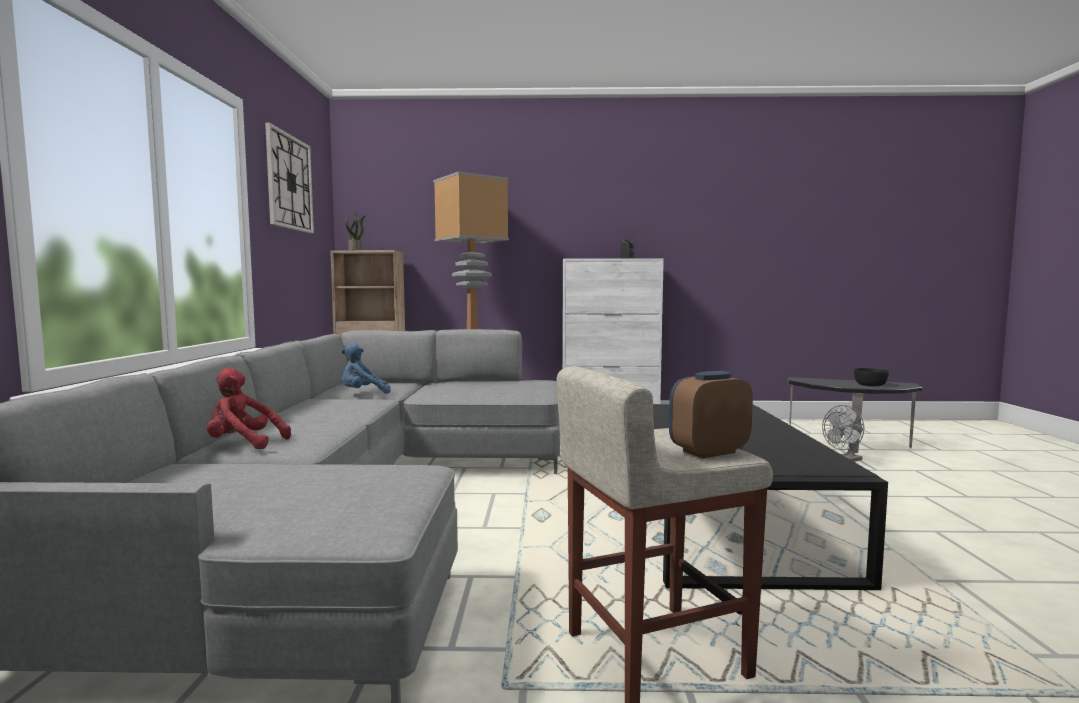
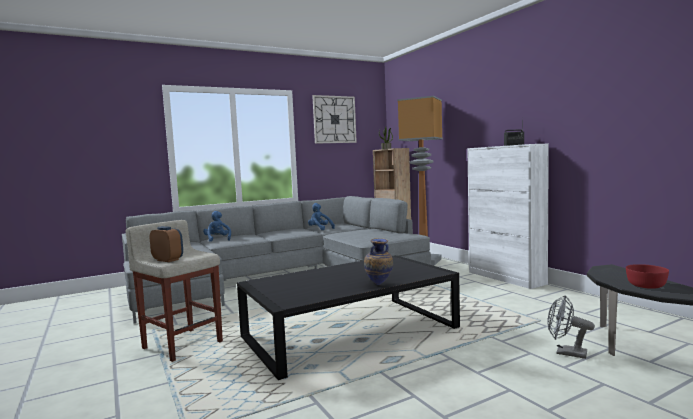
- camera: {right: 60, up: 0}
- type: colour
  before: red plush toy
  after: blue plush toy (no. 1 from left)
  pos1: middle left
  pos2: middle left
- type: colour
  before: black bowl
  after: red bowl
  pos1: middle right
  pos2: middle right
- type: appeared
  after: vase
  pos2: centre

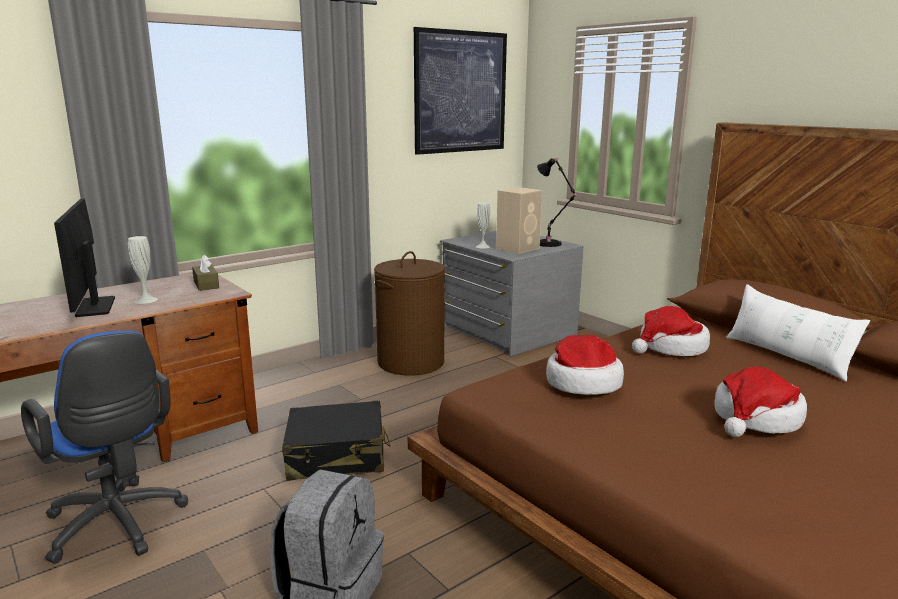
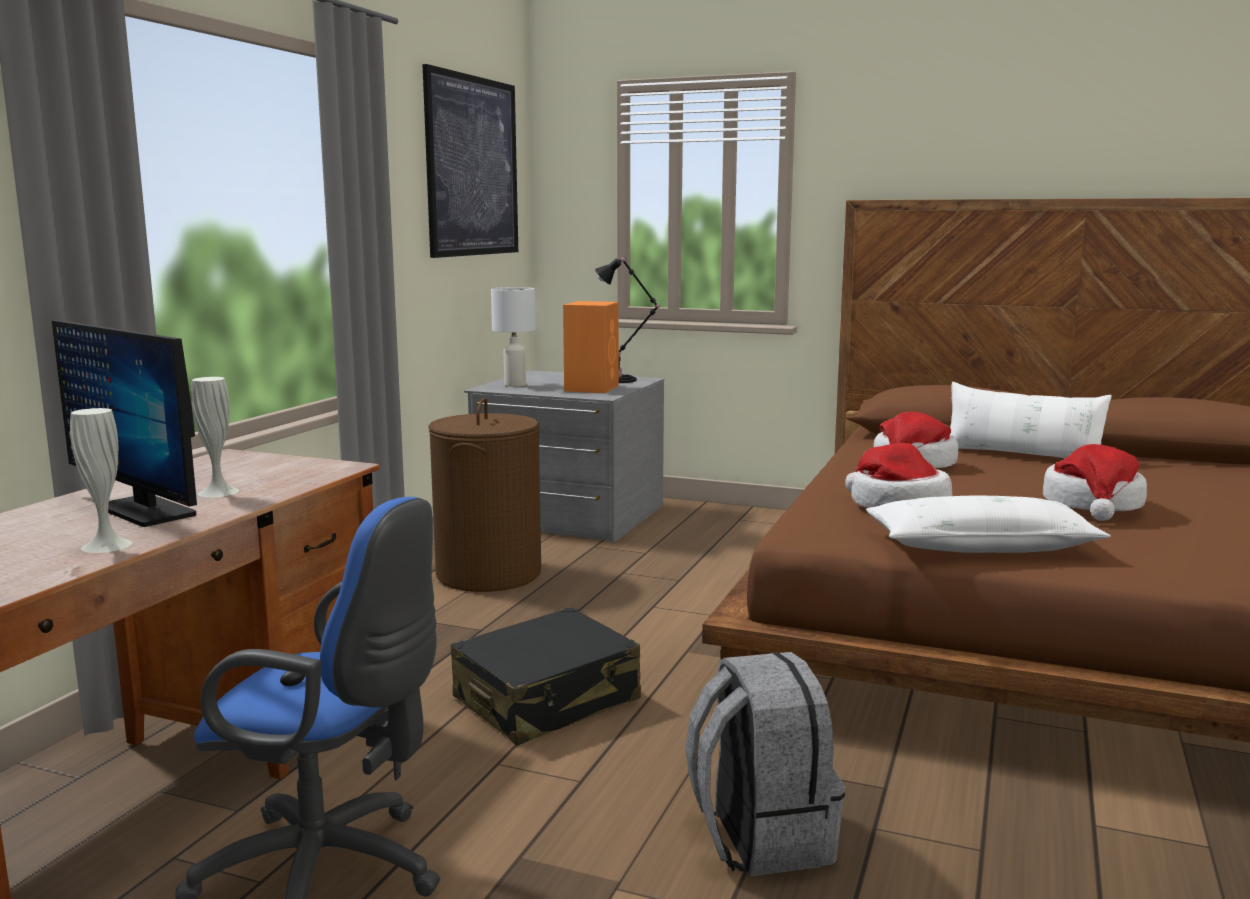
- camera: {right: -30, up: -5}
- type: missing
  before: brown tissue box
  pos1: middle left
- type: relocated
  before: white vase (no. 2 from left in the first image)
  after: white vase (no. 1 from left)
  pos1: centre
  pos2: middle left
- type: colour
  before: beige speaker
  after: orange speaker
  pos1: centre
  pos2: centre
- type: appeared
  after: white table lamp
  pos2: centre
- type: appeared
  after: white pillow (no. 1 from left)
  pos2: middle right

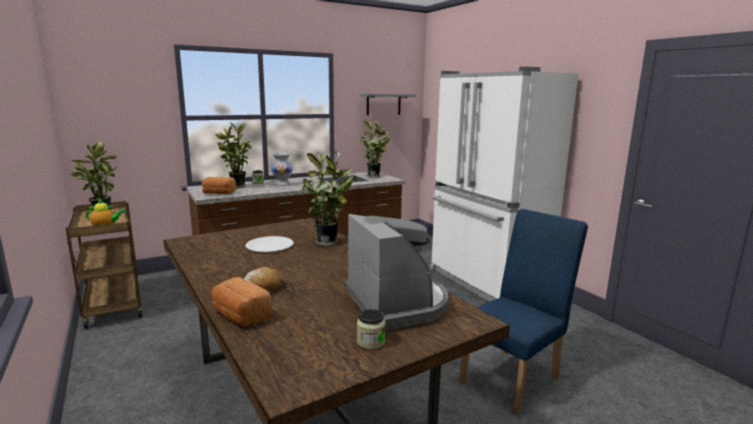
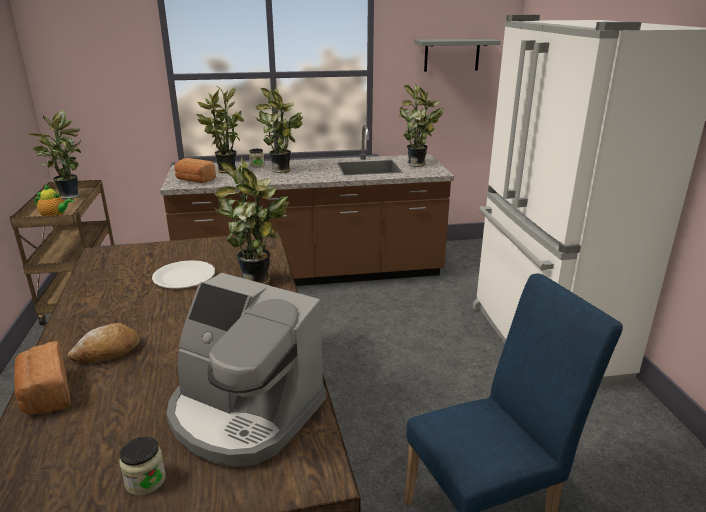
- camera: {right: 20, up: 10}
- type: exchanged
  before: white vase
  after: potted plant (no. 4 from left)
  pos1: centre
  pos2: top centre
- type: spun
  before: coffee machine
  pos1: centre
  pos2: bottom centre
  turn: 120

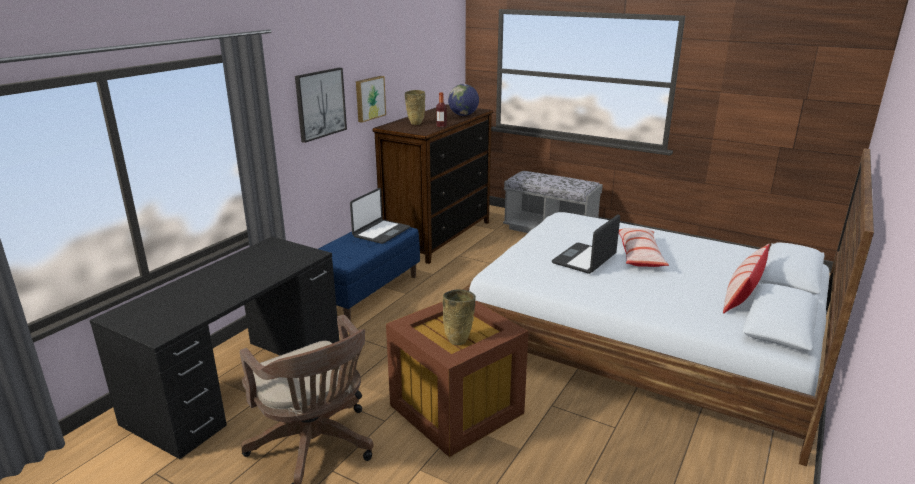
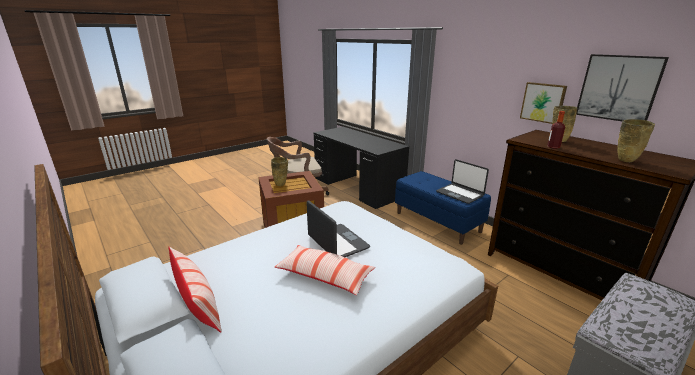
- camera: {right: 110, up: 0}
- type: relocated
  before: picture (no. 1 from left in the first image)
  after: picture (no. 2 from left)
  pos1: top centre
  pos2: top right
- type: exchanged
  before: globe
  after: beige vase (no. 3 from left)
  pos1: top centre
  pos2: middle right

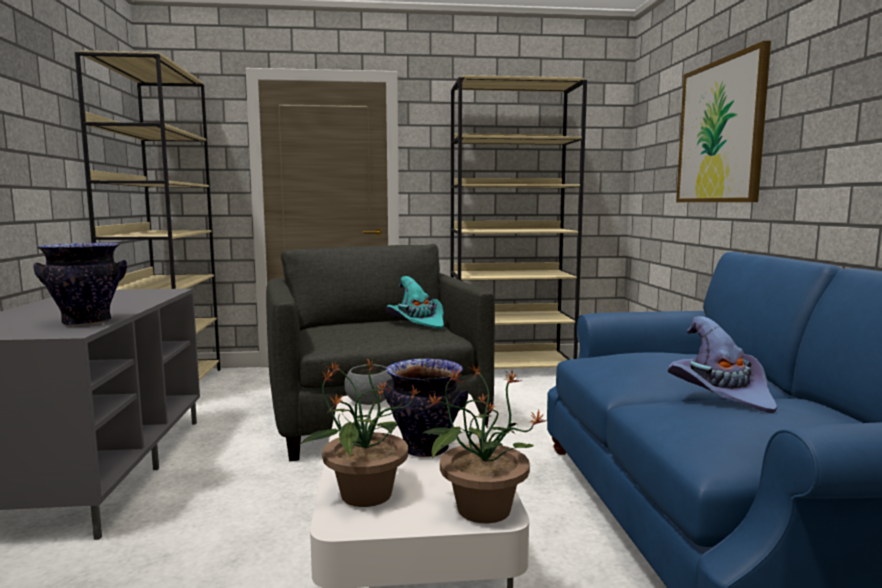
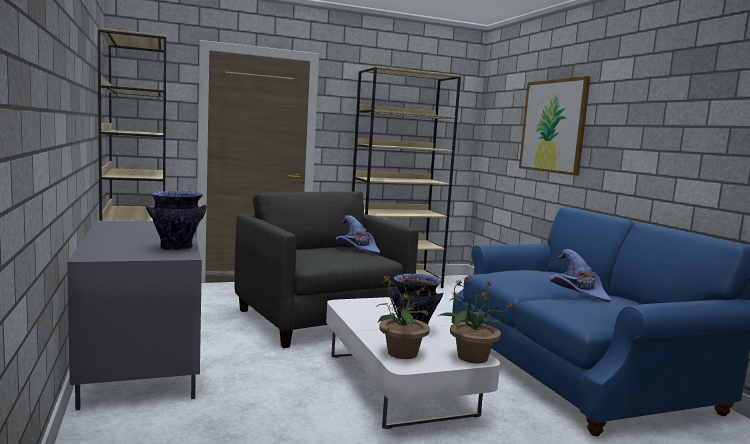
- camera: {right: -15, up: 0}
- type: missing
  before: grey bowl
  pos1: centre
- type: colour
  before: turquoise hat
  after: purple hat (no. 1 from left)
  pos1: centre
  pos2: centre

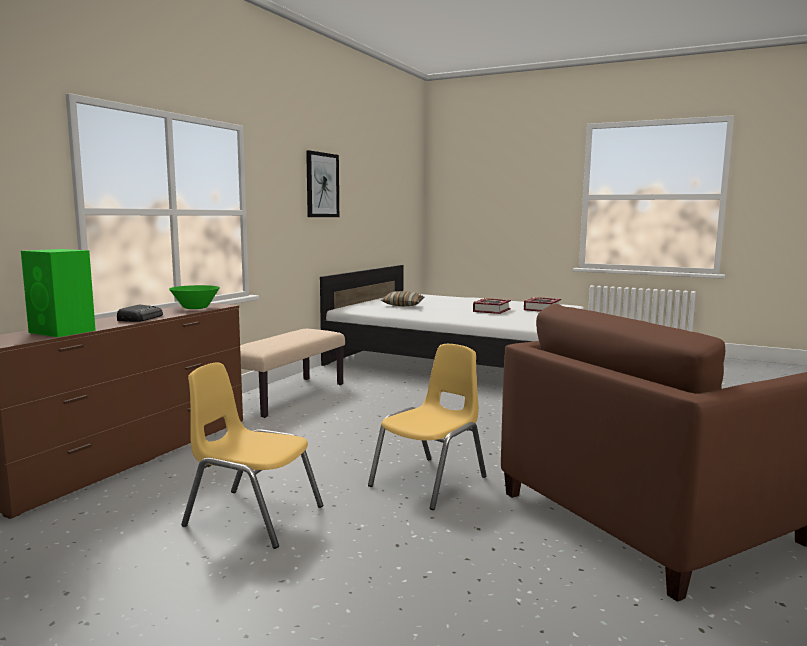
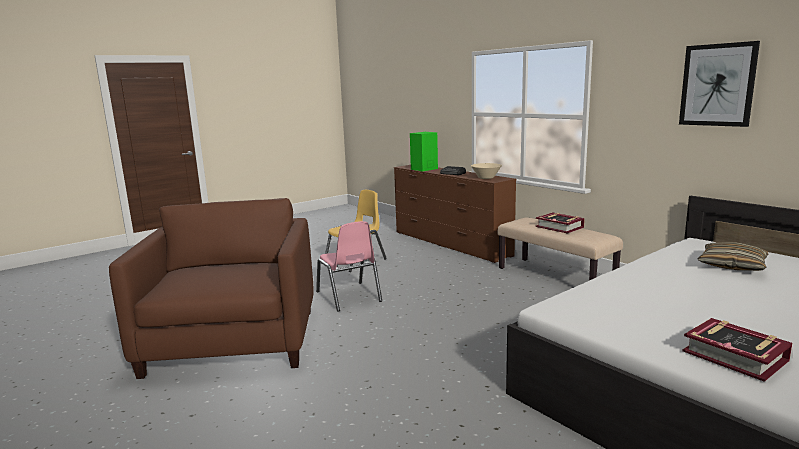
- camera: {right: 115, up: 5}
- type: colour
  before: green bowl
  after: beige bowl
  pos1: middle left
  pos2: centre
- type: colour
  before: yellow chair (no. 2 from left)
  after: pink chair
  pos1: centre
  pos2: centre
- type: relocated
  before: book (no. 1 from left)
  pos1: centre
  pos2: middle right

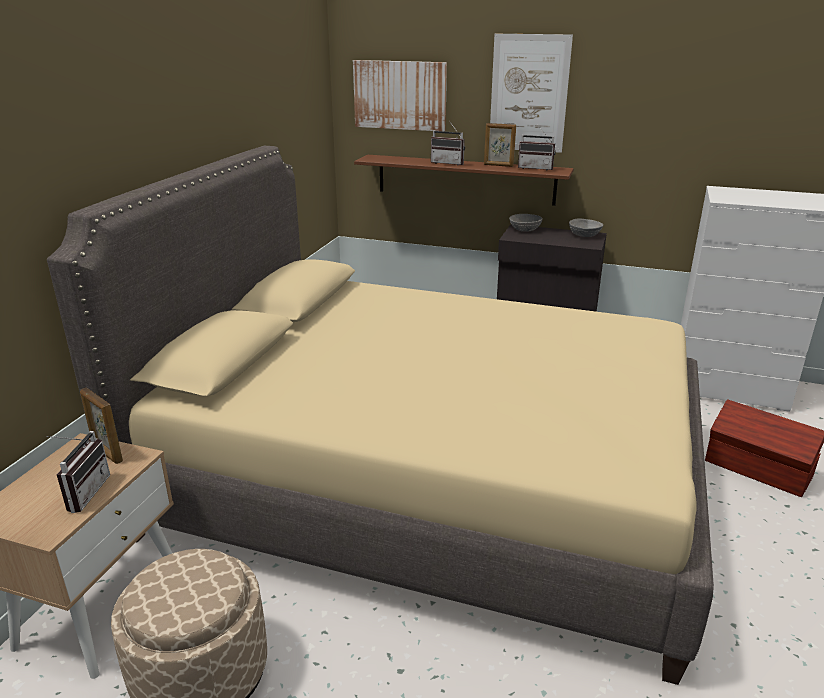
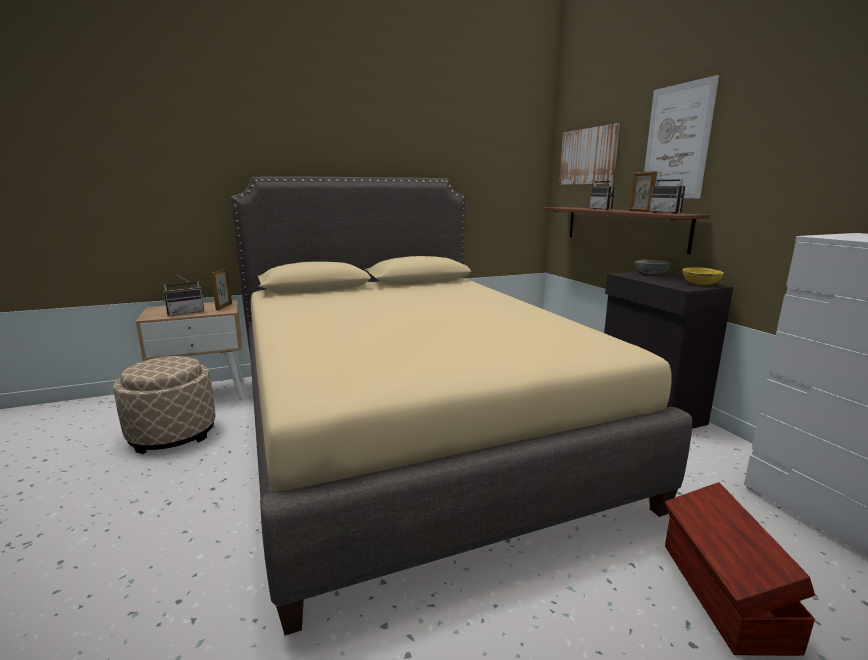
- camera: {right: 50, up: -10}
- type: colour
  before: grey bowl (no. 2 from left)
  after: yellow bowl
  pos1: top right
  pos2: middle right

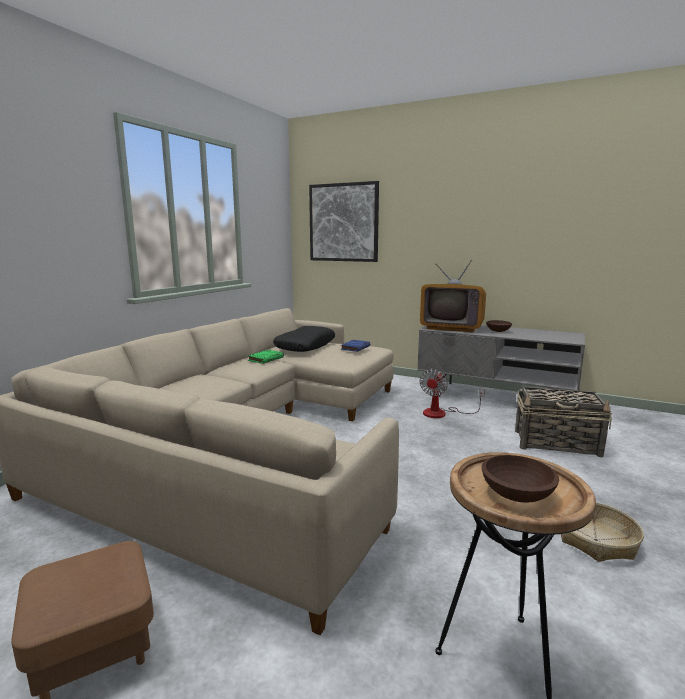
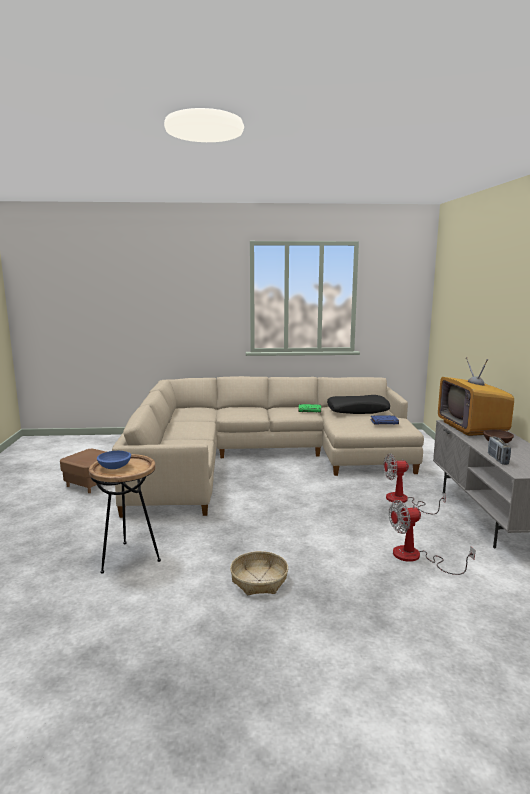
- camera: {right: 60, up: 0}
- type: missing
  before: picture
  pos1: top centre
- type: colour
  before: brown bowl (no. 2 from left)
  after: blue bowl
  pos1: bottom right
  pos2: middle left
- type: exchanged
  before: basket (no. 1 from left)
  after: fan (no. 2 from left)
  pos1: middle right
  pos2: bottom right
- type: appeared
  after: radio
  pos2: middle right

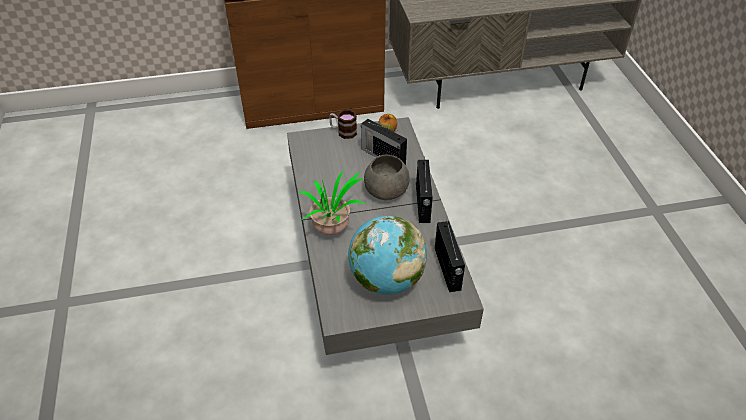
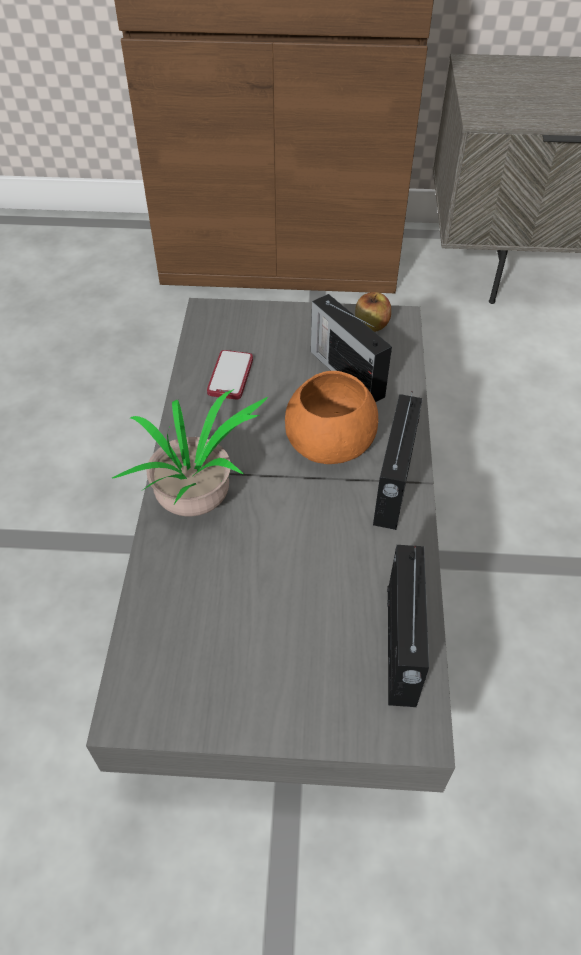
- camera: {right: 15, up: 5}
- type: missing
  before: mug
  pos1: top centre
- type: missing
  before: globe
  pos1: centre
- type: colour
  before: grey bowl
  after: orange bowl
  pos1: centre
  pos2: centre
- type: appeared
  after: phone
  pos2: centre

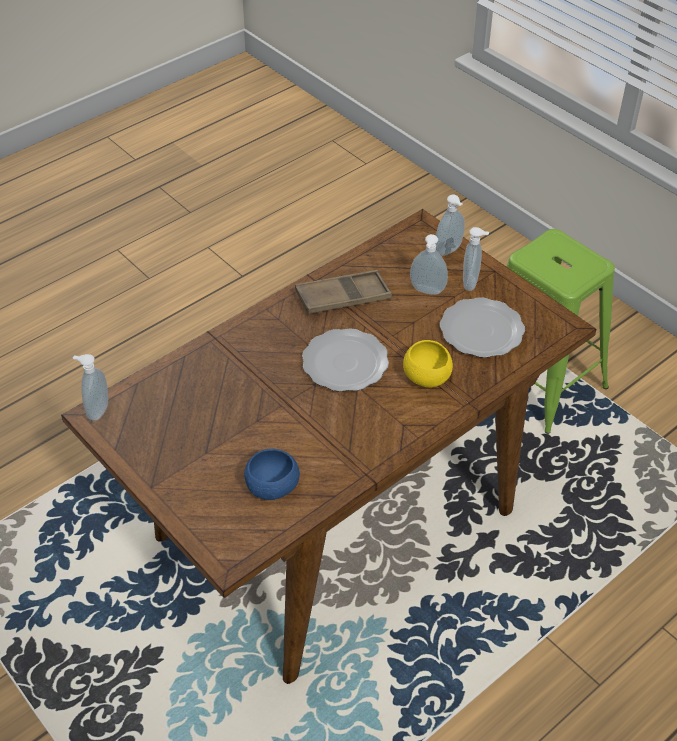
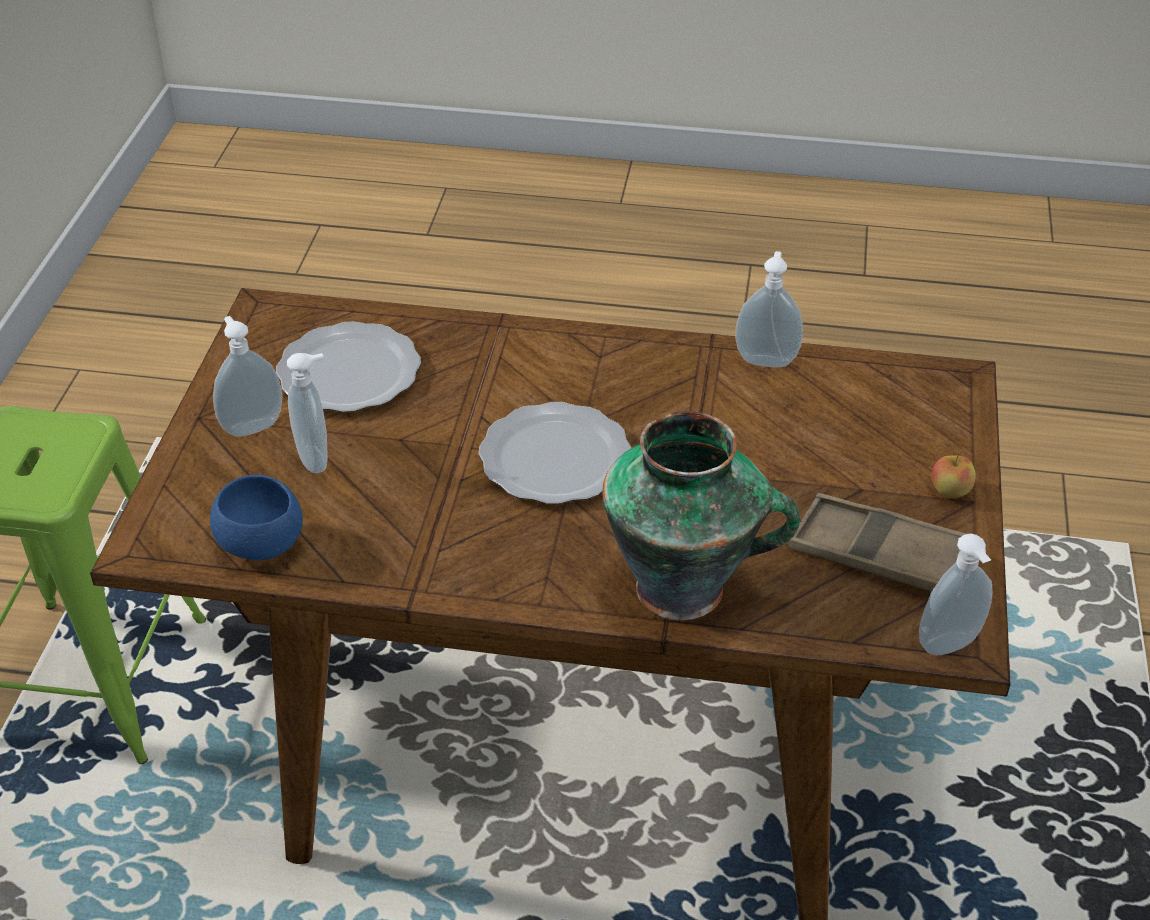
- camera: {right: -130, up: -5}
- type: relocated
  before: blue bowl
  pos1: centre
  pos2: middle left
- type: relocated
  before: brown tray
  pos1: centre
  pos2: middle right
- type: missing
  before: yellow bowl
  pos1: centre
- type: relocated
  before: soap dispenser (no. 3 from left)
  pos1: top centre
  pos2: middle right
- type: appeared
  after: vase
  pos2: centre
- type: appeared
  after: apple
  pos2: middle right

